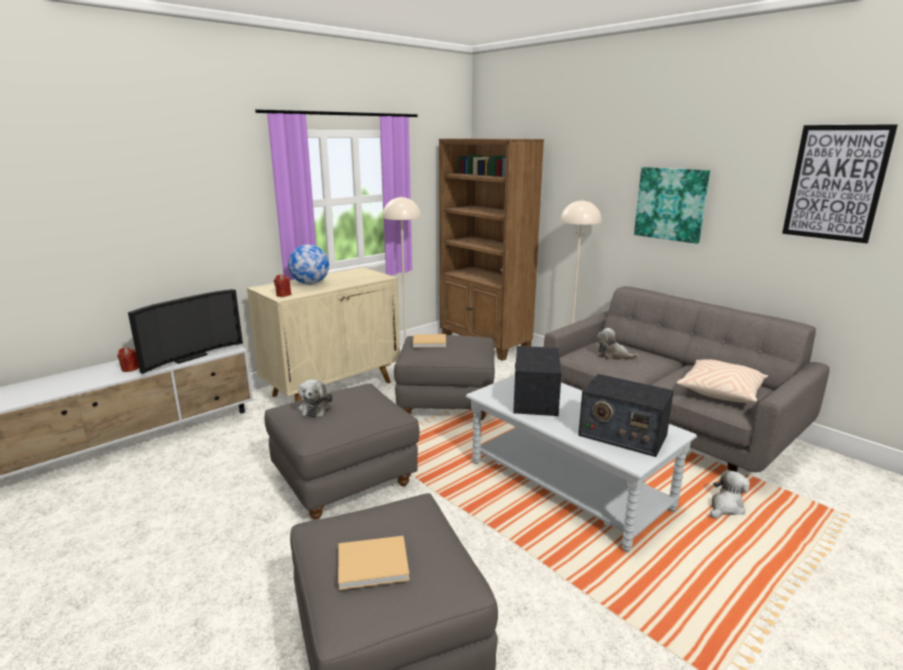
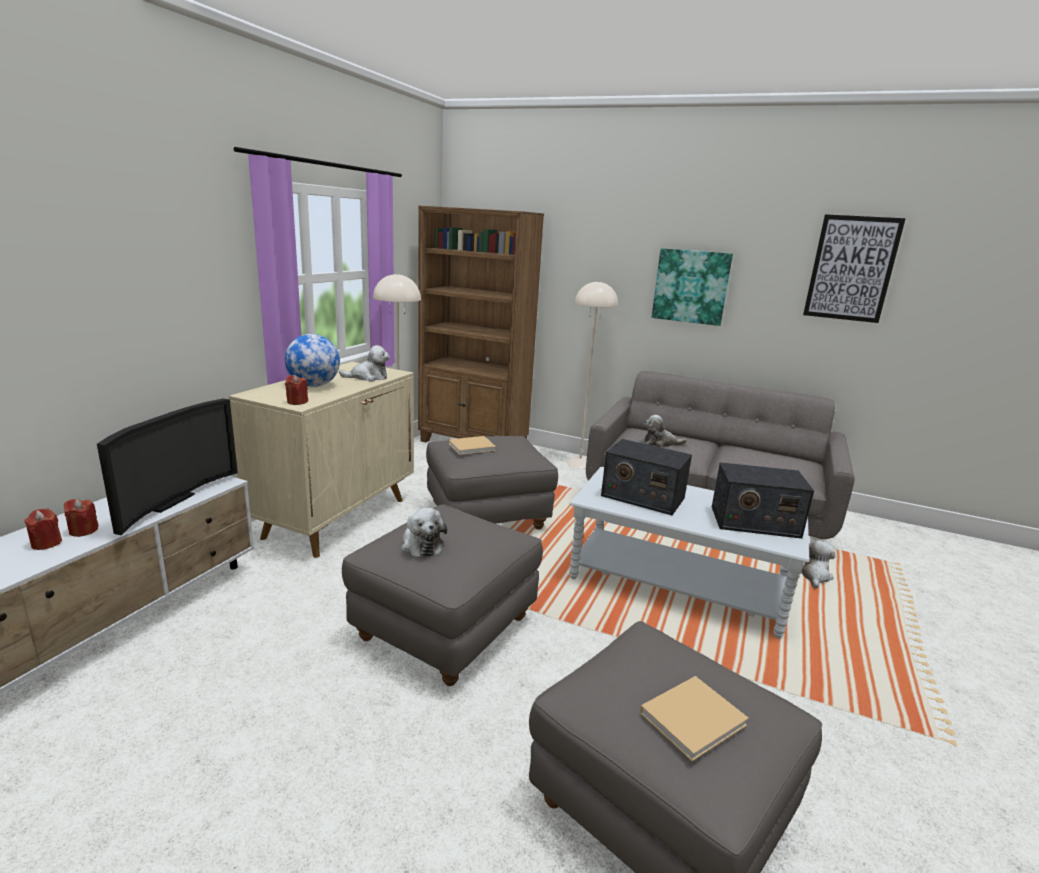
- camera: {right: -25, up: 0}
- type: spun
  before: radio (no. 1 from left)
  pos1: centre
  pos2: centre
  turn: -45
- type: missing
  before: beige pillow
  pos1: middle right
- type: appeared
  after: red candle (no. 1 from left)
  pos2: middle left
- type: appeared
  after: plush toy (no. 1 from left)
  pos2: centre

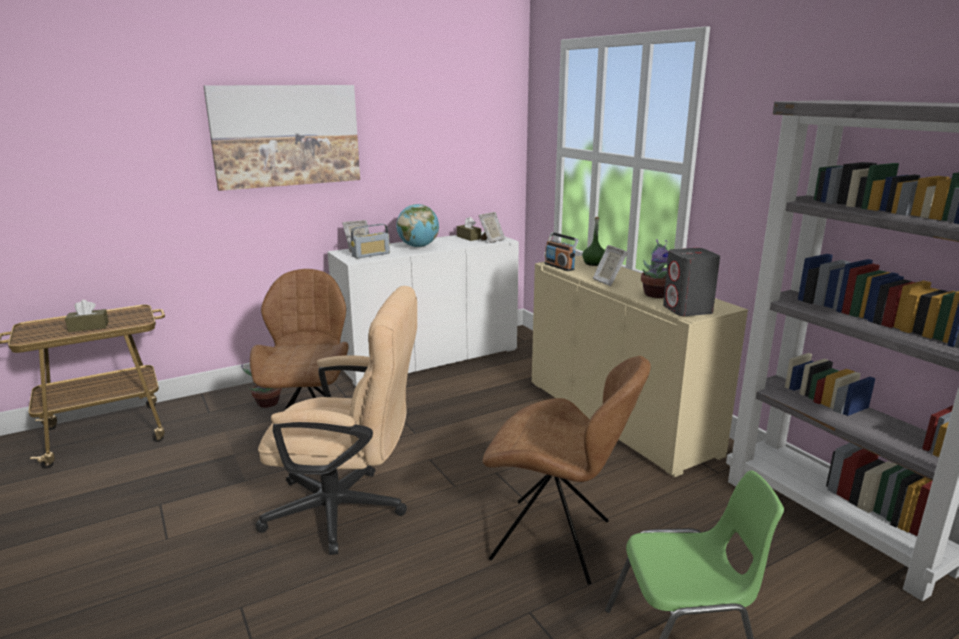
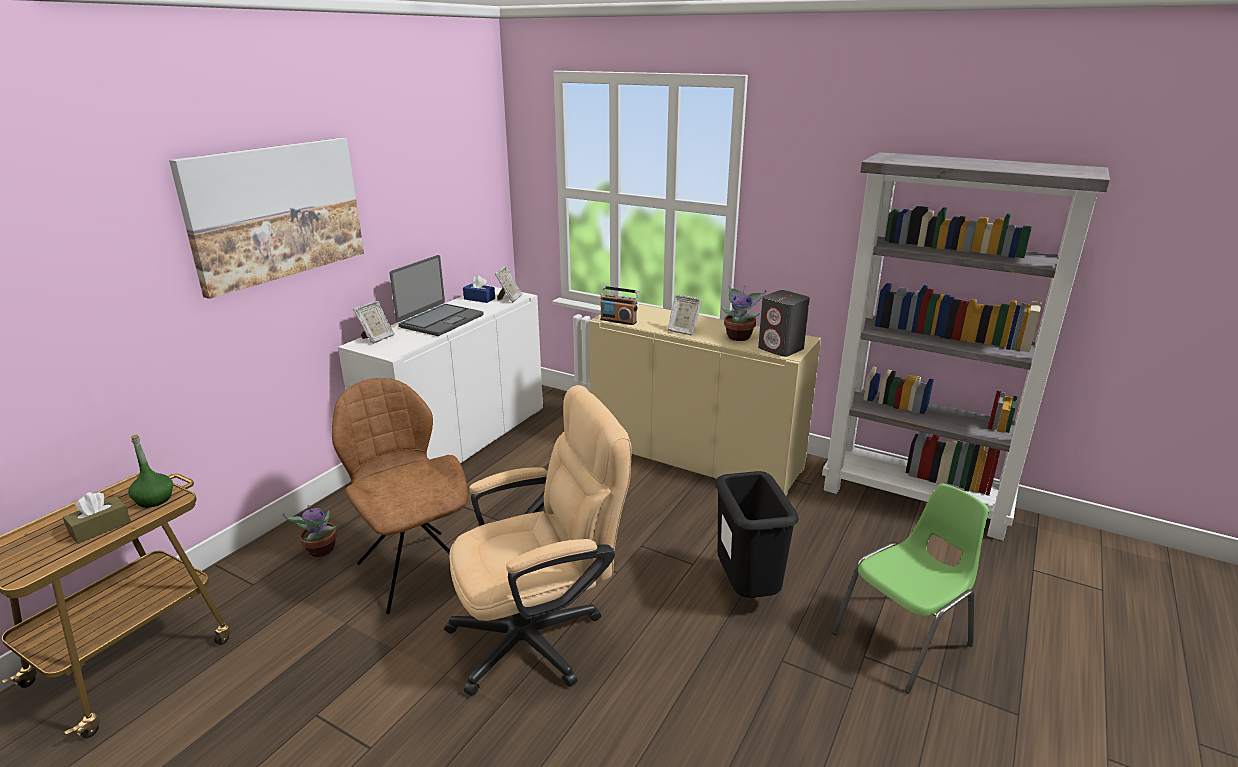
- camera: {right: -30, up: 5}
- type: missing
  before: radio (no. 1 from left)
  pos1: centre
- type: exchanged
  before: globe
  after: laptop
  pos1: centre
  pos2: centre
- type: colour
  before: brown tissue box (no. 2 from left)
  after: blue tissue box
  pos1: centre
  pos2: centre
- type: exchanged
  before: brown chair (no. 2 from left)
  after: black trash can
  pos1: bottom centre
  pos2: bottom centre
- type: relocated
  before: green bottle
  pos1: centre
  pos2: middle left

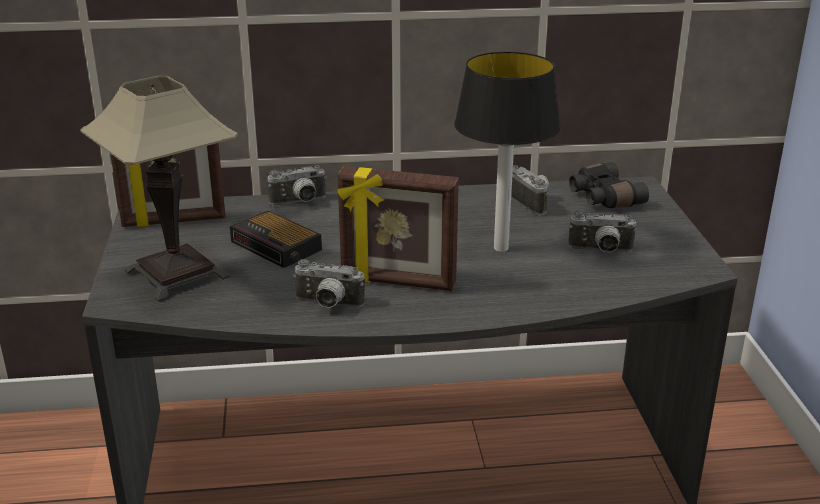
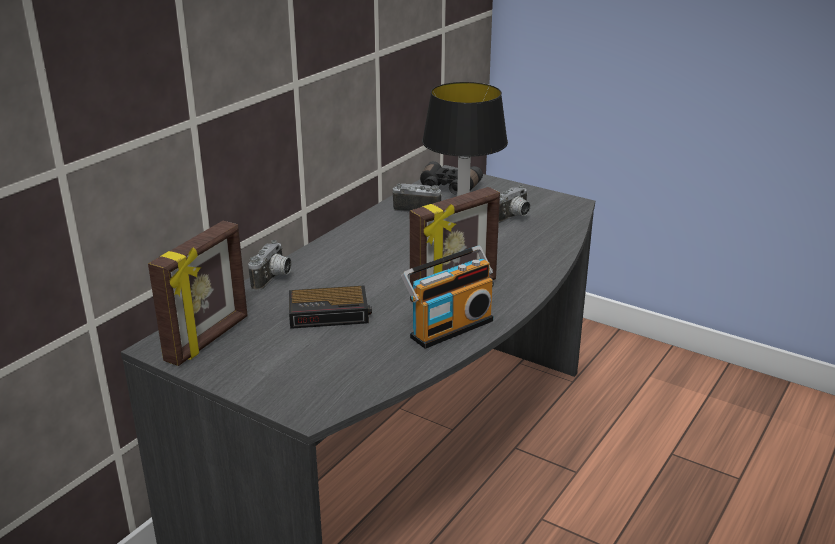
- camera: {right: -50, up: 0}
- type: missing
  before: table lamp (no. 1 from left)
  pos1: middle left
- type: exchanged
  before: photo camera (no. 2 from left)
  after: radio
  pos1: centre
  pos2: centre

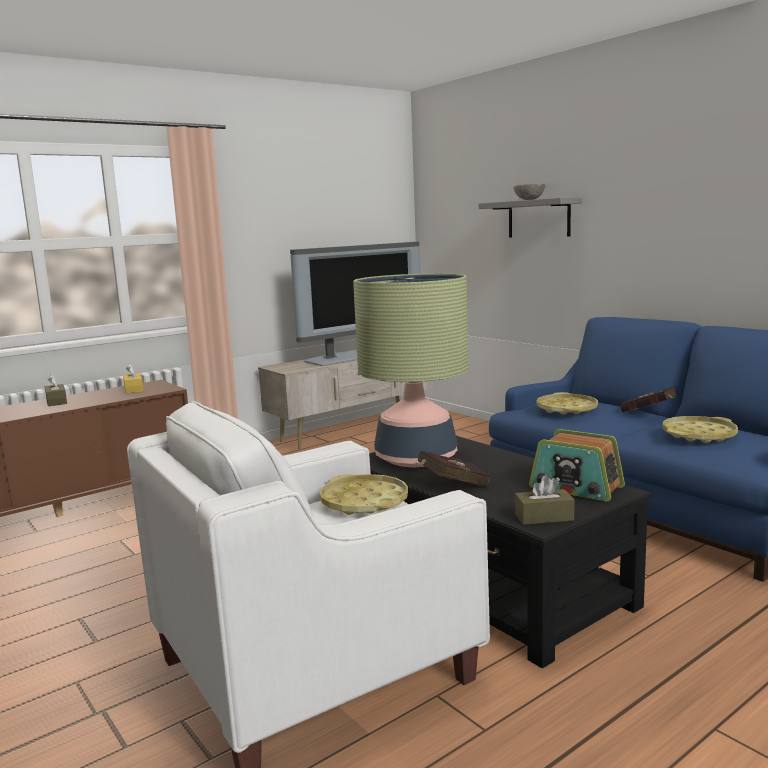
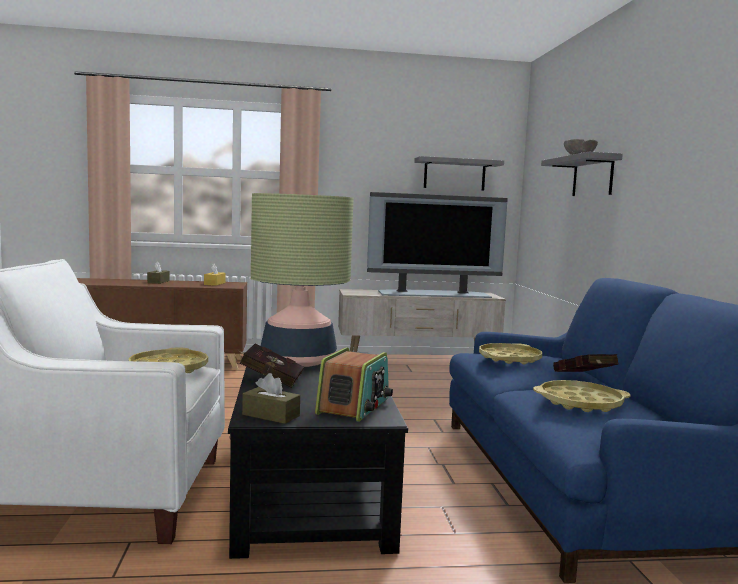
- camera: {right: 30, up: -5}
- type: spun
  before: radio
  pos1: middle right
  pos2: centre
  turn: -135
- type: appeared
  after: grey shelf (no. 1 from left)
  pos2: top centre

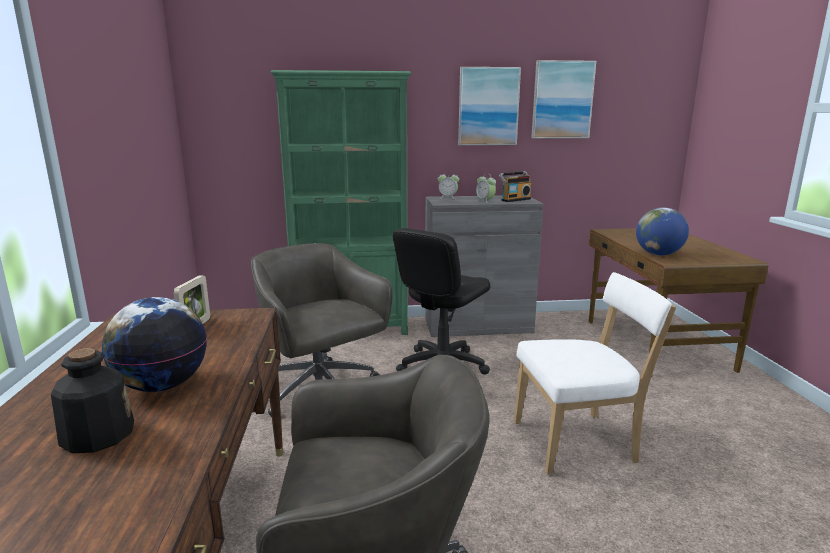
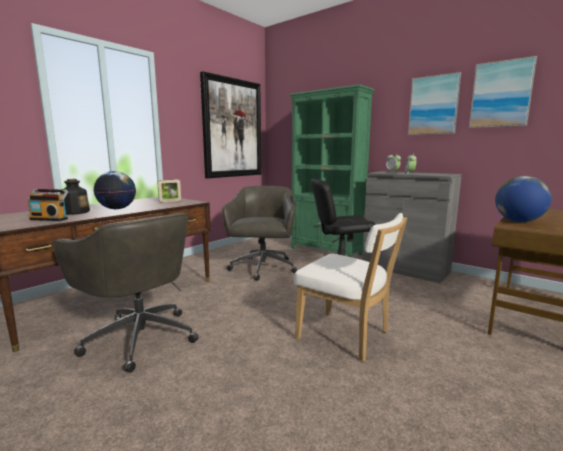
- camera: {right: 45, up: -5}
- type: relocated
  before: radio
  pos1: centre
  pos2: middle left
- type: appeared
  after: picture (no. 1 from left)
  pos2: top centre

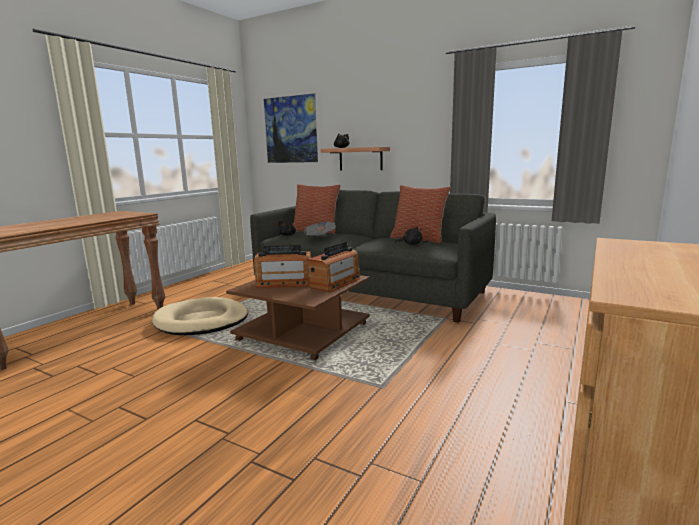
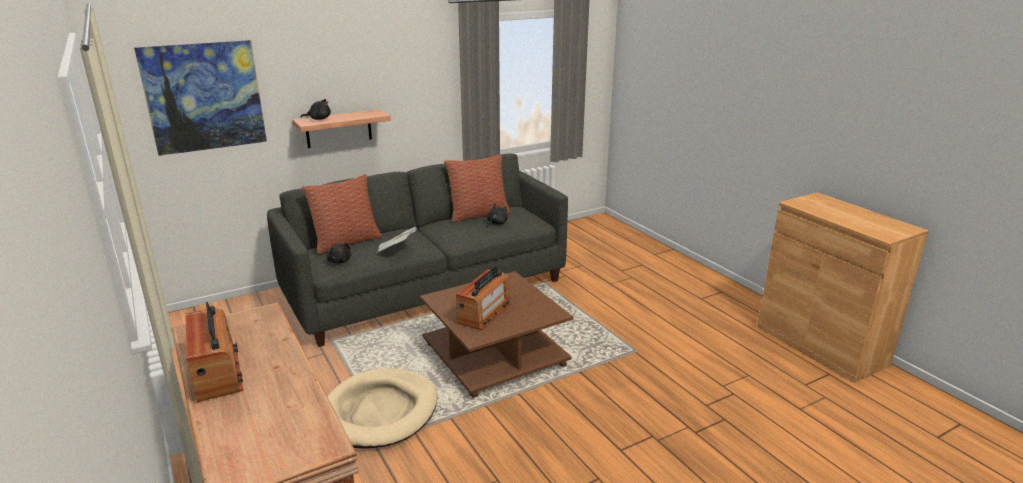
- camera: {right: -60, up: 10}
- type: relocated
  before: radio (no. 2 from left in the first image)
  after: radio (no. 1 from left)
  pos1: centre
  pos2: bottom left

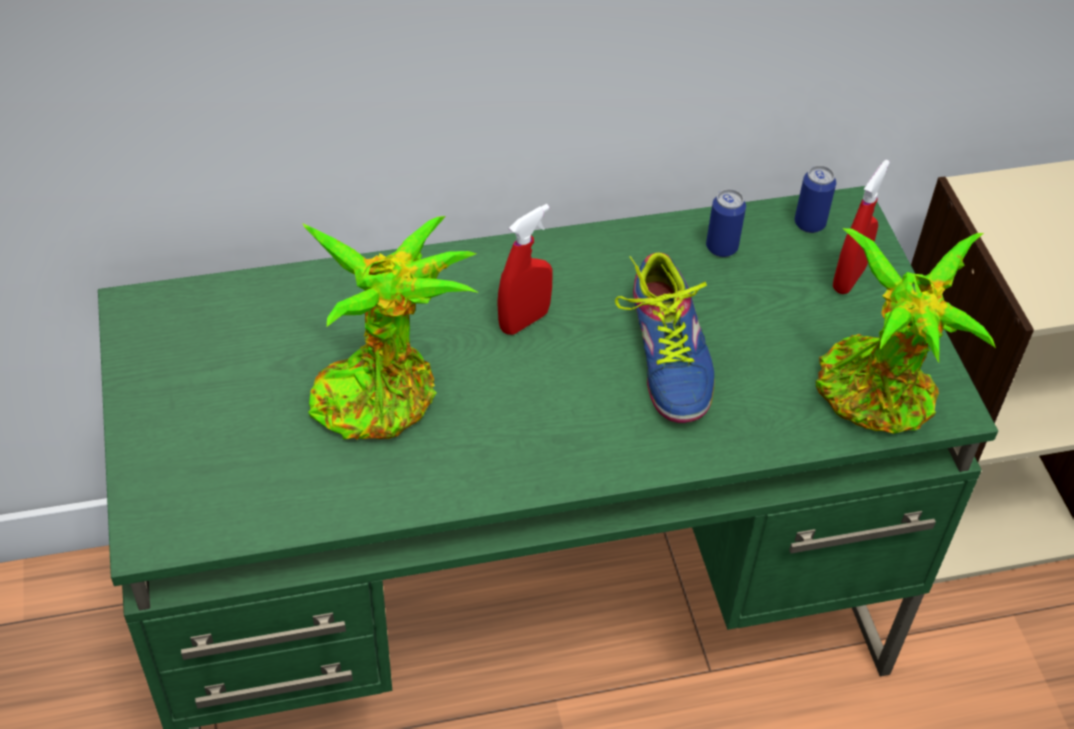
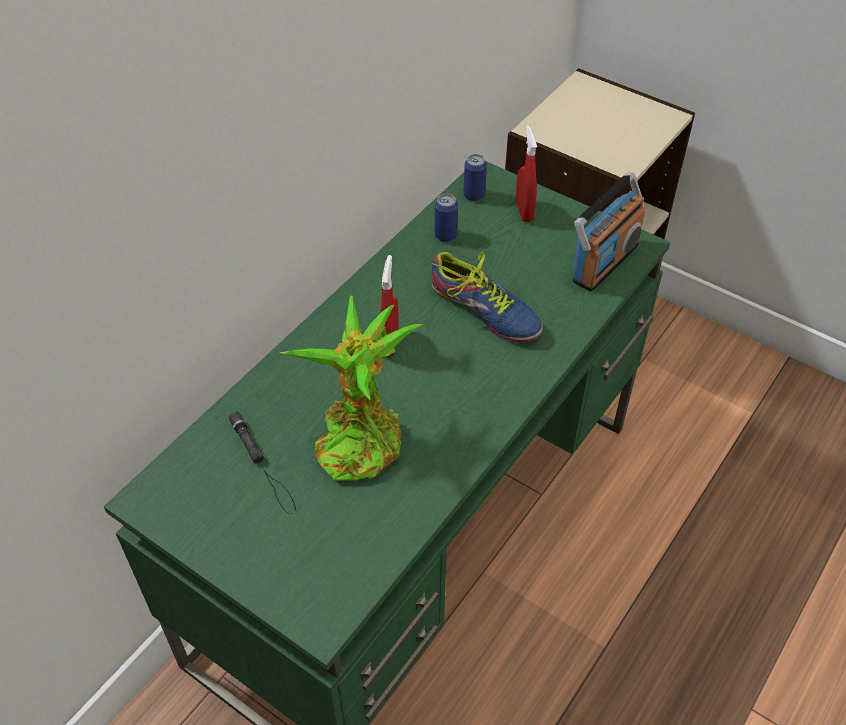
- camera: {right: -40, up: 0}
- type: exchanged
  before: potted plant (no. 2 from left)
  after: radio
  pos1: middle right
  pos2: top right
- type: appeared
  after: black flashlight
  pos2: middle left

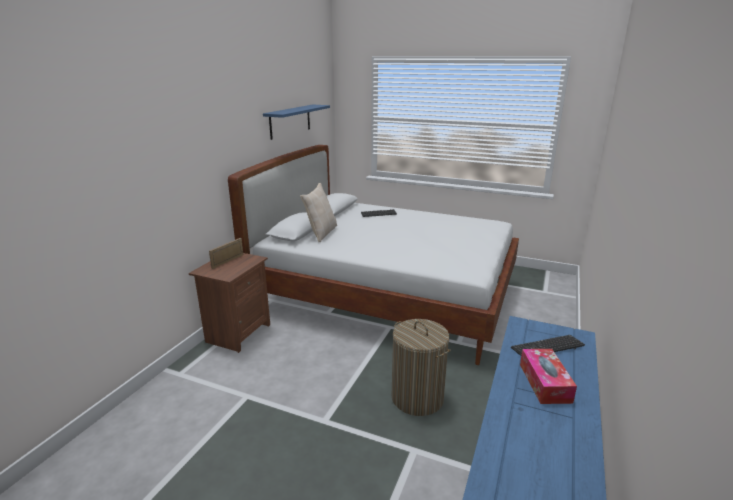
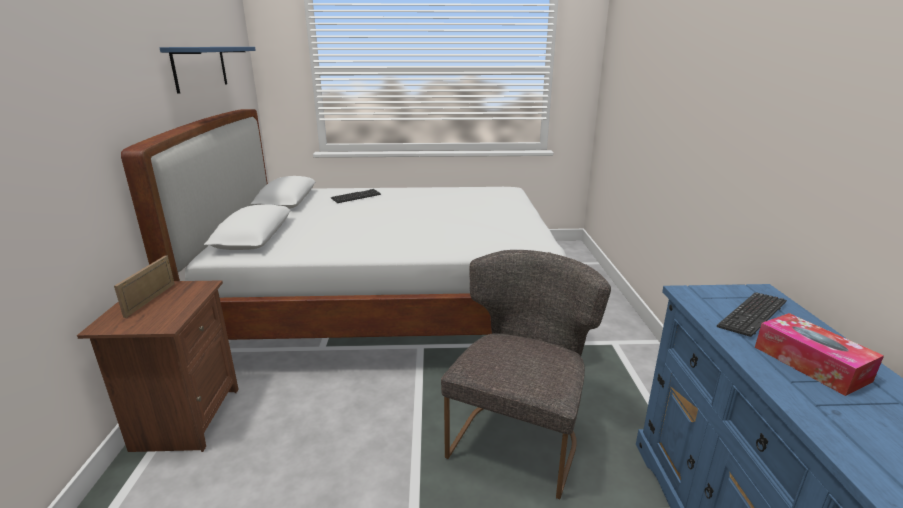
- camera: {right: -25, up: 0}
- type: missing
  before: beige pillow
  pos1: centre
- type: exchanged
  before: laundry basket
  after: grey chair
  pos1: bottom centre
  pos2: bottom centre

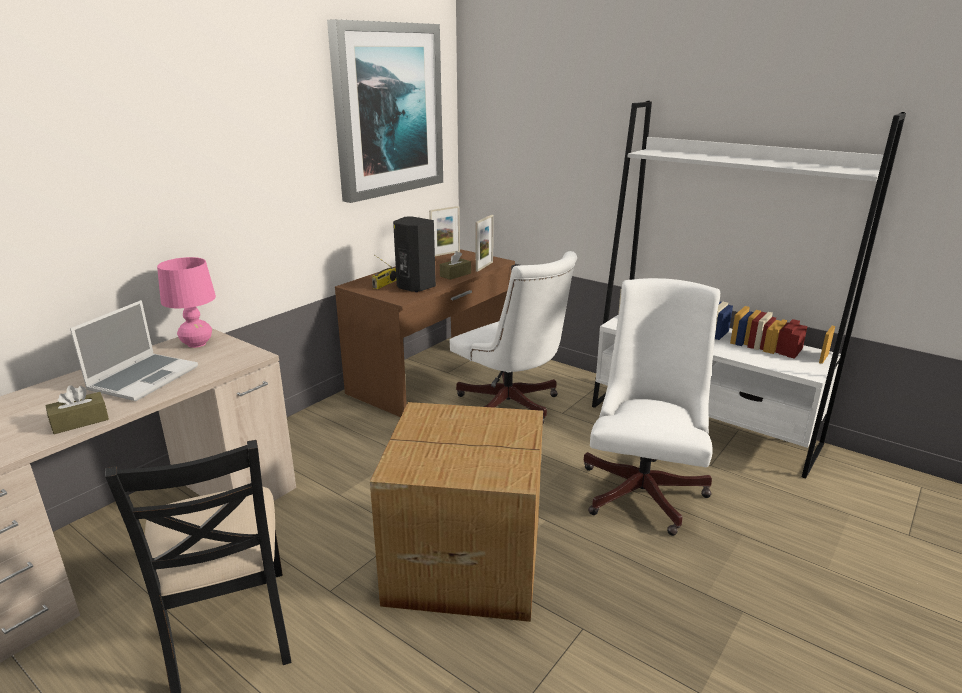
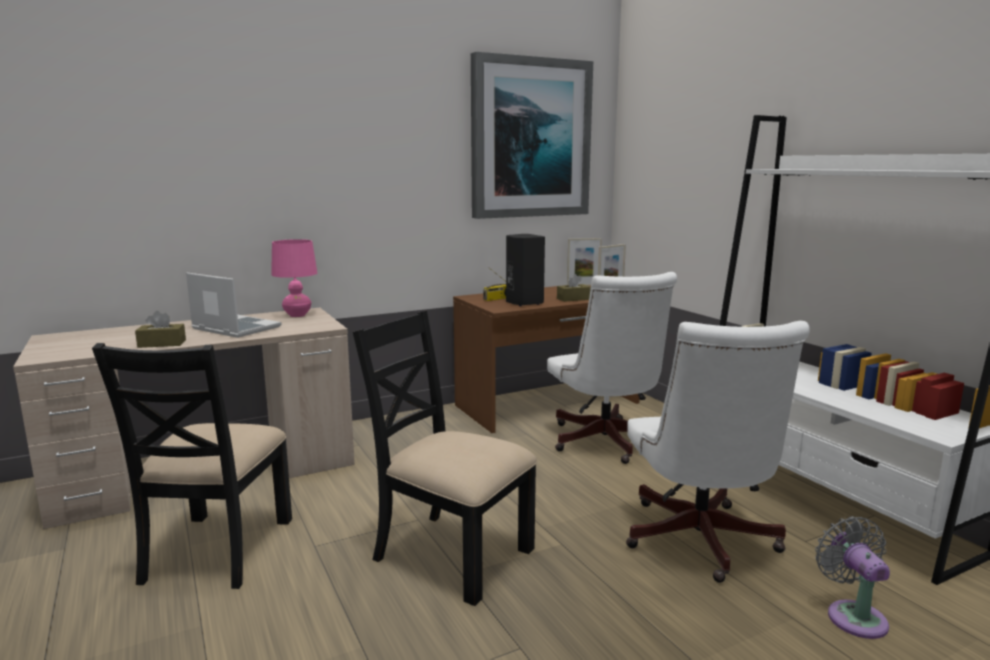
- camera: {right: 25, up: -10}
- type: spun
  before: laptop
  pos1: middle left
  pos2: middle left
  turn: -105
- type: exchanged
  before: cardboard box
  after: black chair (no. 2 from left)
  pos1: bottom centre
  pos2: bottom centre
- type: spun
  before: white office chair (no. 2 from left)
  pos1: middle right
  pos2: bottom right
  turn: 135
- type: appeared
  after: grey fan
  pos2: bottom right

